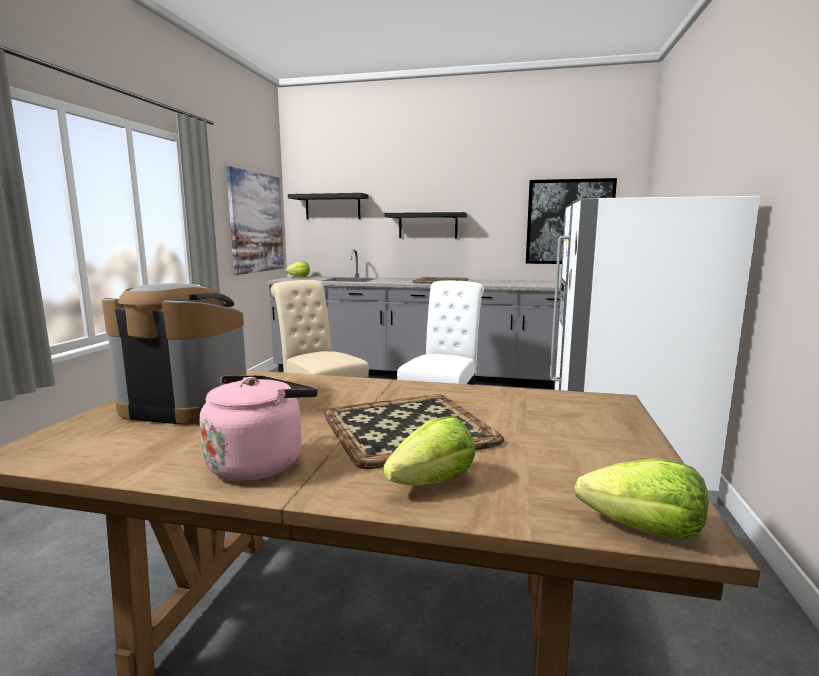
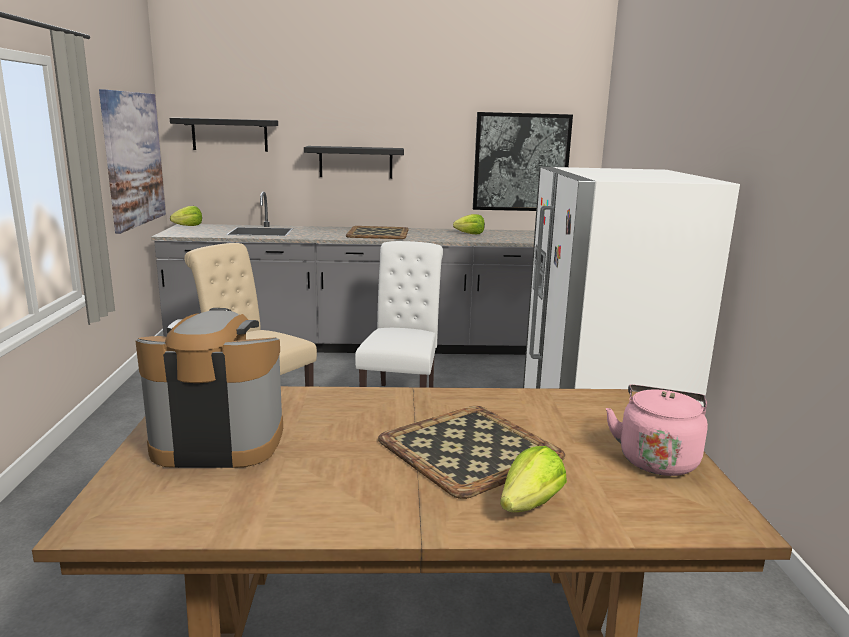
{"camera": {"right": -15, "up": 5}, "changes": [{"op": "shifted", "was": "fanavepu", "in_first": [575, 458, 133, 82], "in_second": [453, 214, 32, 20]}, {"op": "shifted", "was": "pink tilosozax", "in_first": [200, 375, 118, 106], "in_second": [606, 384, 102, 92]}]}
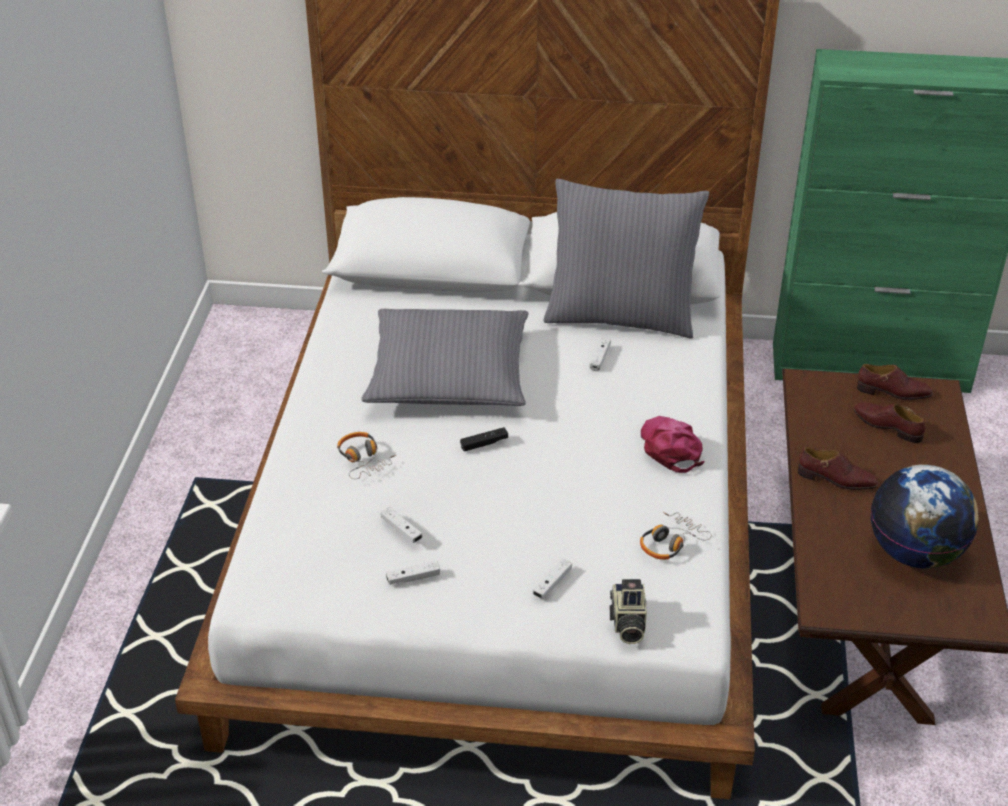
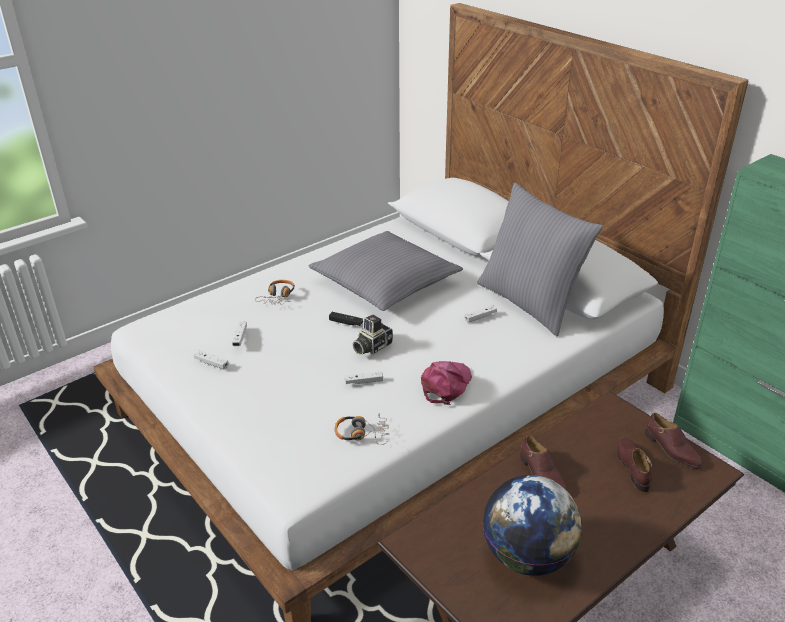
{"camera": {"right": 45, "up": -5}, "changes": [{"op": "shifted", "was": "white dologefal", "in_first": [533, 559, 39, 40], "in_second": [344, 371, 39, 13]}, {"op": "shifted", "was": "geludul", "in_first": [610, 579, 37, 65], "in_second": [352, 315, 41, 40]}]}
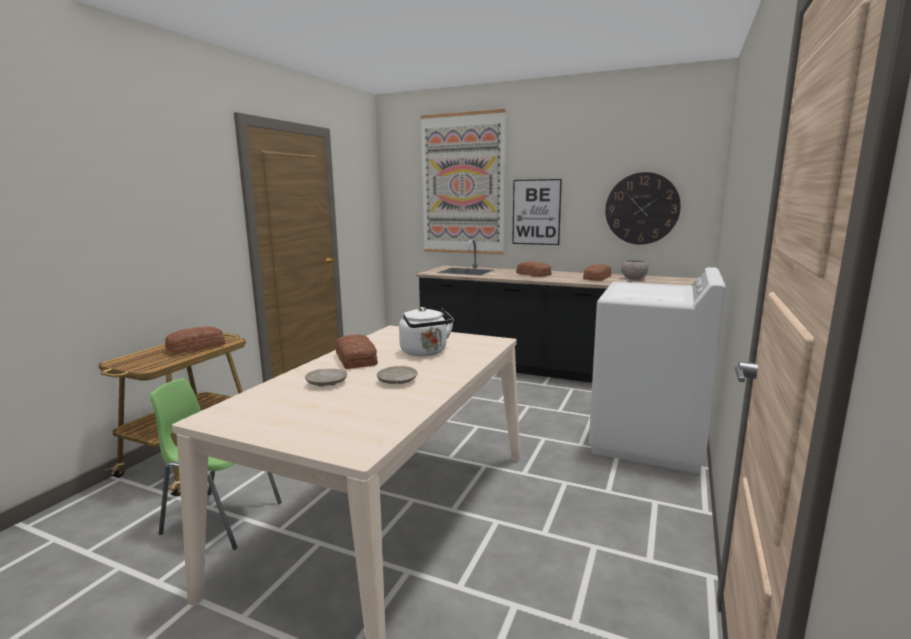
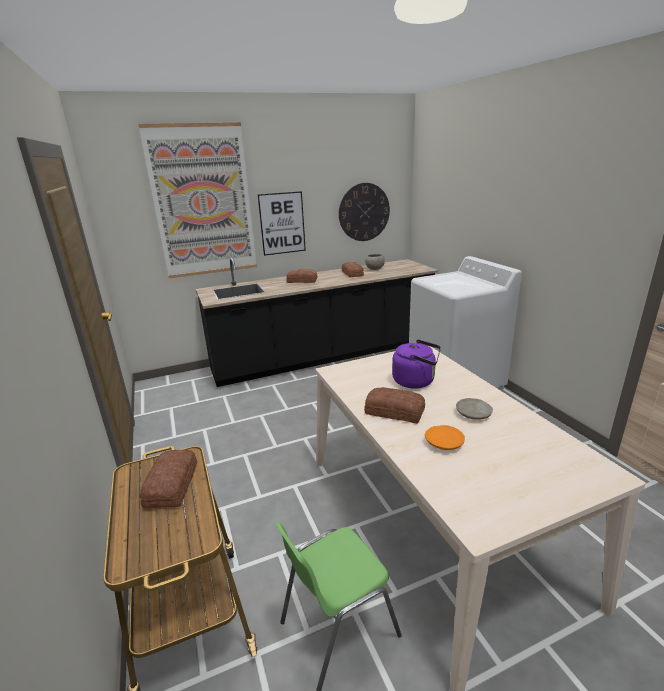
{"camera": {"right": -45, "up": 10}, "changes": [{"op": "repainted", "was": "white tilosozax", "now": "purple tilosozax", "in_first": [399, 307, 55, 49], "in_second": [392, 339, 49, 50]}, {"op": "repainted", "was": "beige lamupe", "now": "orange lamupe", "in_first": [305, 369, 42, 18], "in_second": [425, 425, 40, 25]}]}
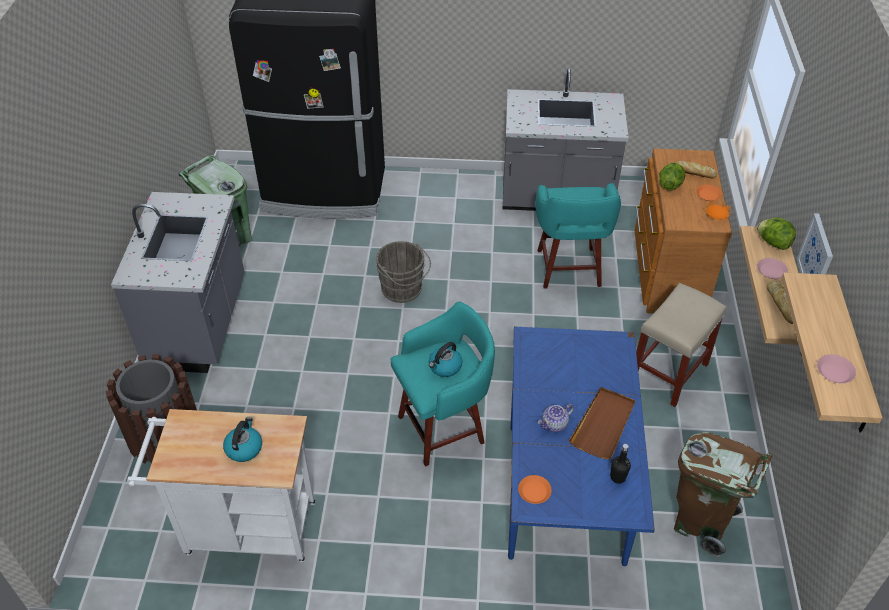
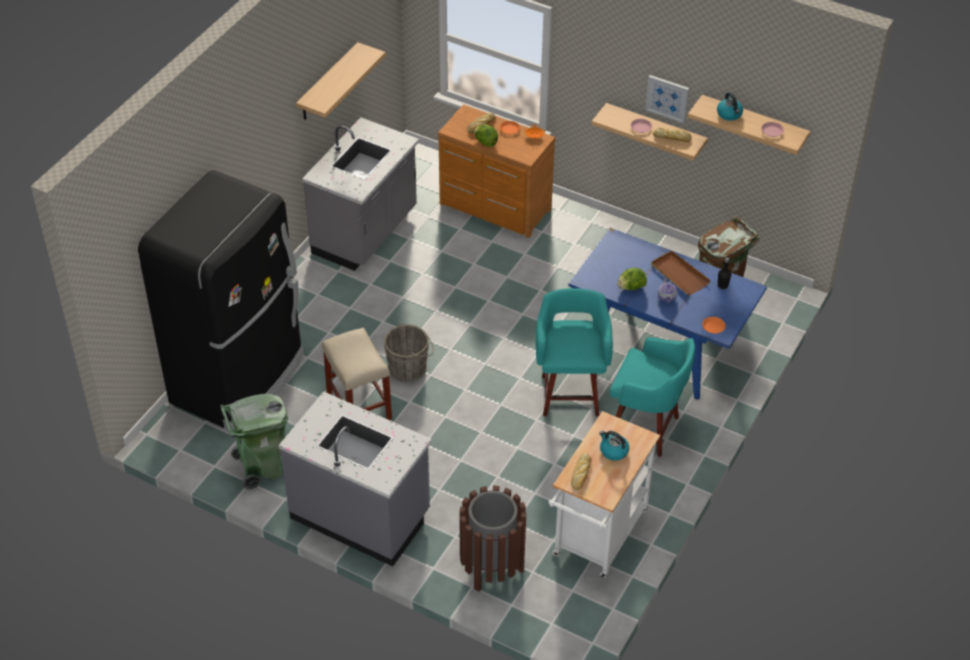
{"camera": {"right": -65, "up": 0}, "changes": [{"op": "new", "now": "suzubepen", "in_second": [296, 42, 90, 78]}, {"op": "shifted", "was": "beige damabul", "in_first": [636, 283, 91, 124], "in_second": [322, 328, 70, 92]}, {"op": "new", "now": "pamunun", "in_second": [571, 453, 21, 37]}, {"op": "shifted", "was": "turquoise damabul", "in_first": [535, 183, 86, 106], "in_second": [610, 337, 85, 120]}, {"op": "shifted", "was": "fanavepu", "in_first": [757, 217, 39, 33], "in_second": [617, 268, 30, 22]}, {"op": "shifted", "was": "tilosozax", "in_first": [429, 342, 33, 35], "in_second": [717, 92, 26, 29]}]}
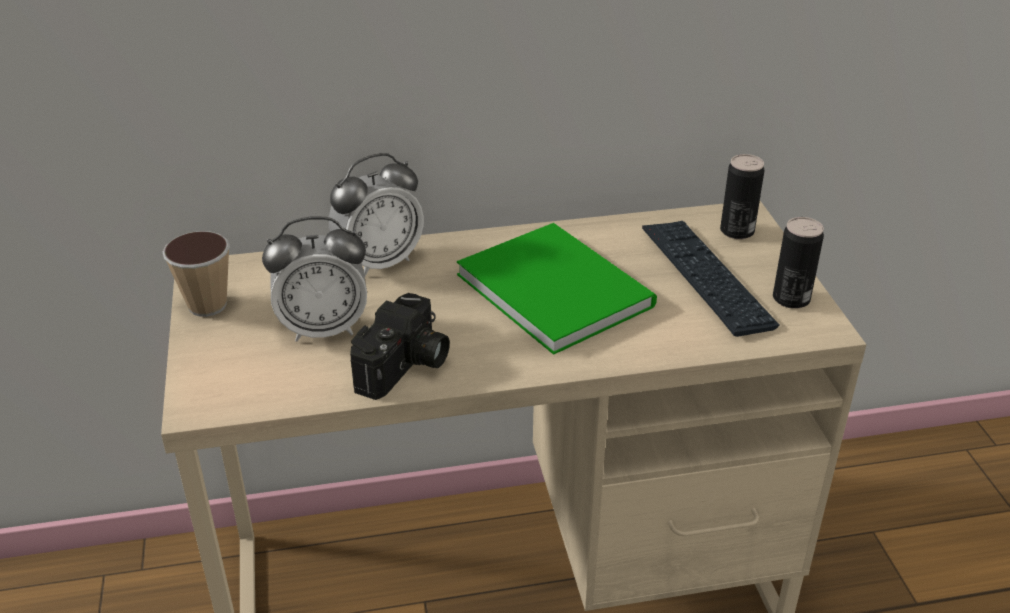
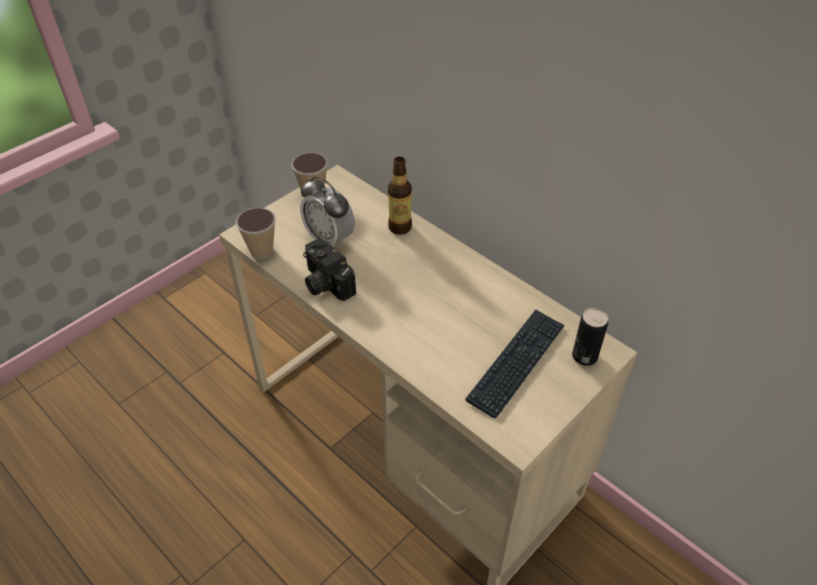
{"camera": {"right": 55, "up": 10}, "changes": [{"op": "new", "now": "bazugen", "in_second": [236, 208, 40, 51]}, {"op": "rotated", "was": "geludul", "in_first": [350, 293, 100, 107], "in_second": [303, 239, 53, 62], "clockwise": 60}, {"op": "swapped", "was": "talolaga", "now": "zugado", "in_first": [329, 153, 95, 123], "in_second": [388, 156, 24, 79]}, {"op": "gone", "was": "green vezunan", "in_first": [457, 223, 200, 132]}, {"op": "gone", "was": "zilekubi", "in_first": [773, 217, 51, 92]}]}
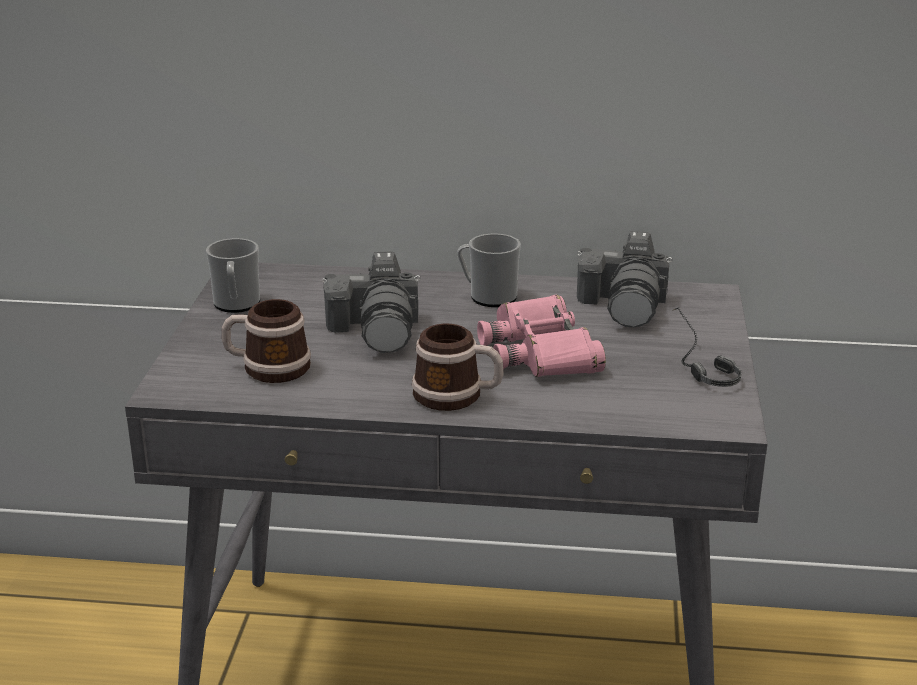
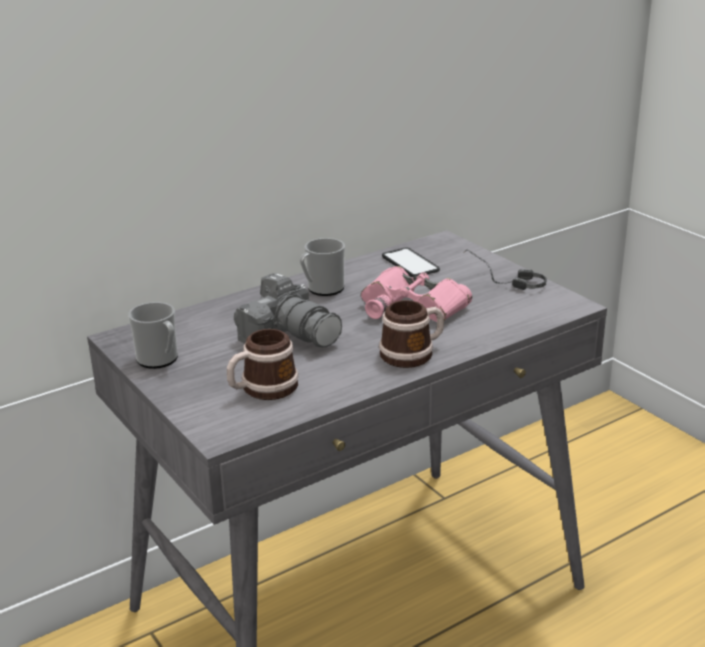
{"camera": {"right": -40, "up": 0}, "changes": [{"op": "swapped", "was": "geludul", "now": "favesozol", "in_first": [577, 231, 95, 96], "in_second": [382, 247, 58, 30]}]}
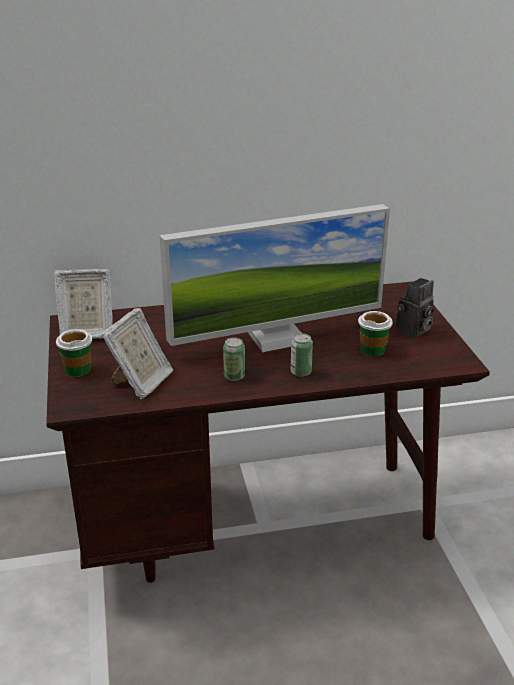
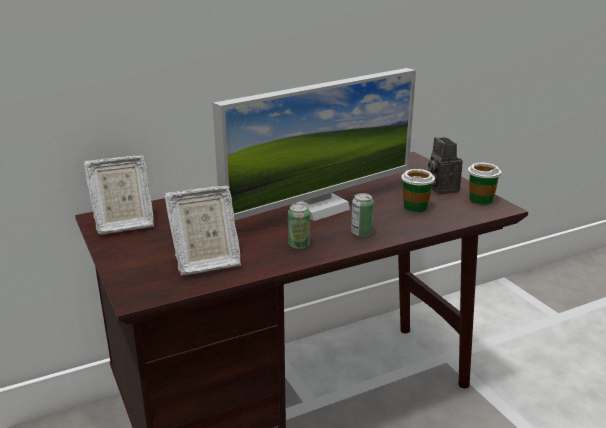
{"camera": {"right": -15, "up": -5}, "changes": [{"op": "rotated", "was": "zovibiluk", "in_first": [101, 308, 72, 91], "in_second": [164, 186, 77, 90], "clockwise": 60}, {"op": "rotated", "was": "geludul", "in_first": [396, 278, 38, 60], "in_second": [428, 137, 35, 58], "clockwise": 135}, {"op": "shifted", "was": "bazugen", "in_first": [56, 329, 36, 48], "in_second": [468, 163, 33, 42]}]}
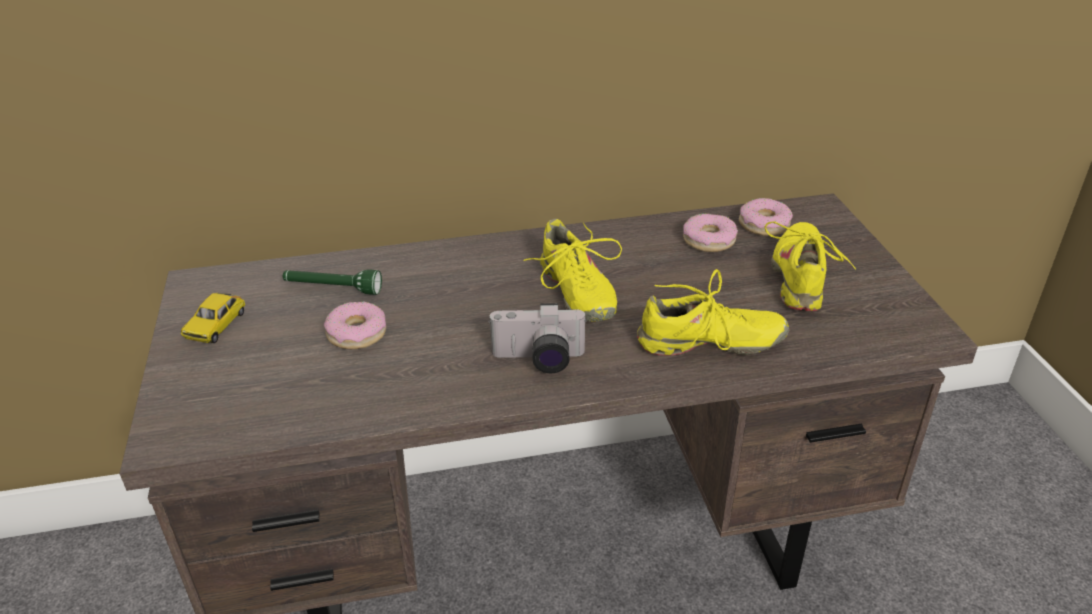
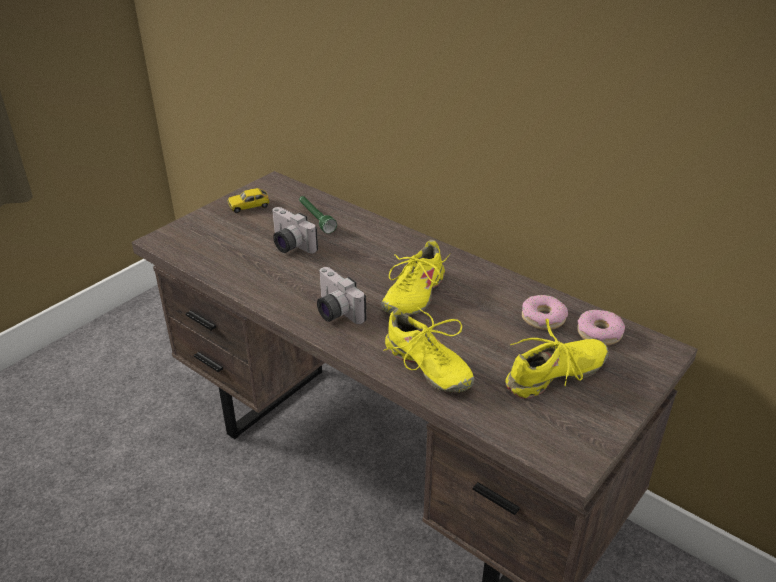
{"camera": {"right": 50, "up": 0}, "changes": [{"op": "swapped", "was": "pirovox", "now": "geludul", "in_first": [324, 302, 62, 47], "in_second": [272, 207, 46, 46]}]}
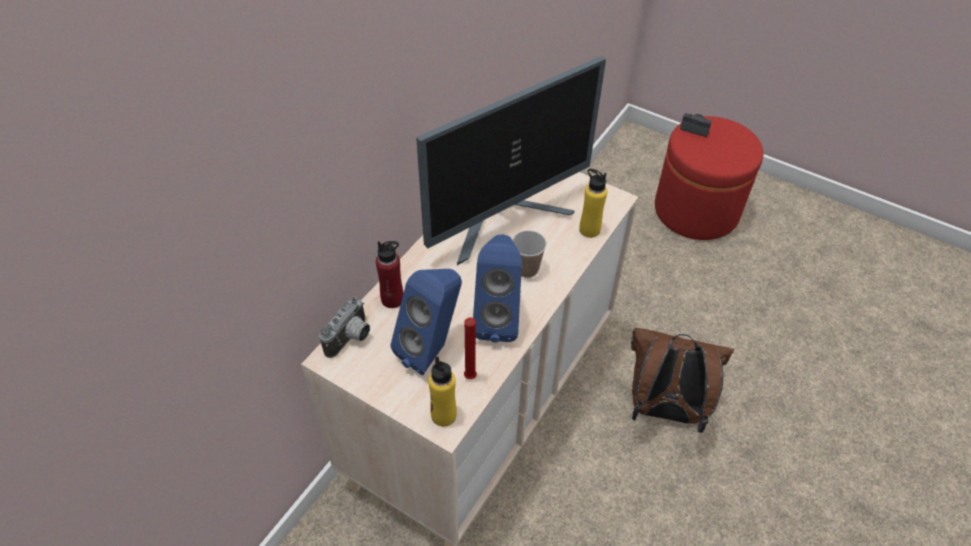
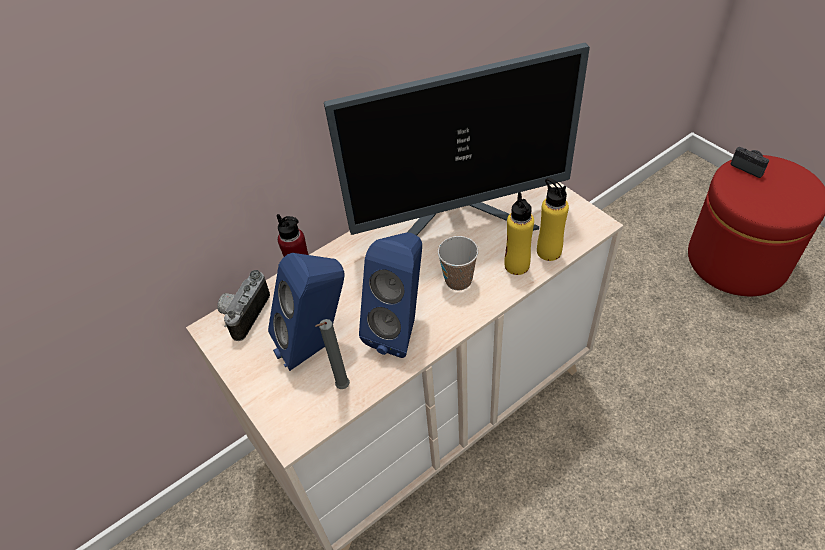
{"camera": {"right": 25, "up": 0}, "changes": [{"op": "rotated", "was": "geludul", "in_first": [319, 298, 51, 60], "in_second": [217, 270, 53, 71], "clockwise": 150}, {"op": "repainted", "was": "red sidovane", "now": "grey sidovane", "in_first": [464, 318, 13, 61], "in_second": [315, 319, 35, 70]}, {"op": "shifted", "was": "yellow zugado", "in_first": [428, 356, 29, 71], "in_second": [504, 192, 30, 83]}, {"op": "gone", "was": "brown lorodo", "in_first": [631, 328, 103, 105]}]}
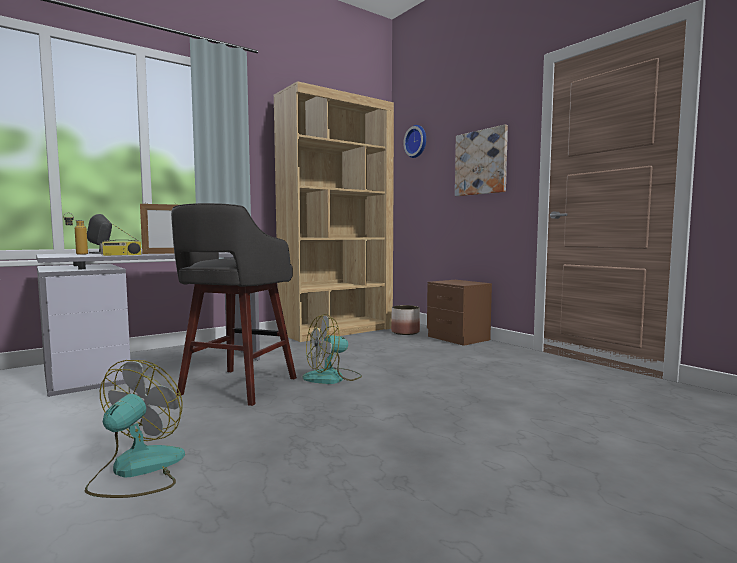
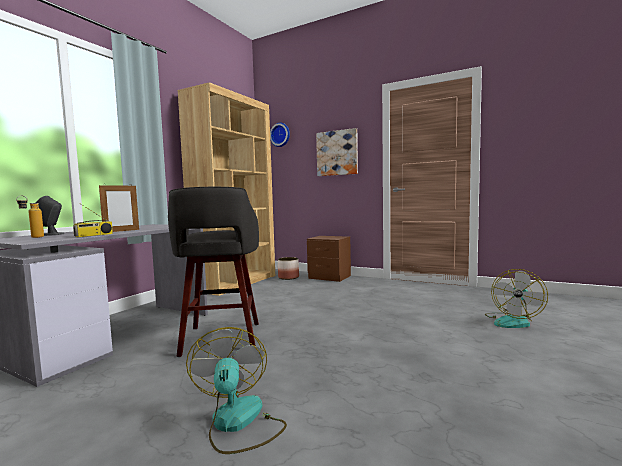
{"camera": {"right": -25, "up": 0}, "changes": [{"op": "shifted", "was": "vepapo", "in_first": [303, 314, 59, 70], "in_second": [485, 269, 63, 59]}]}
